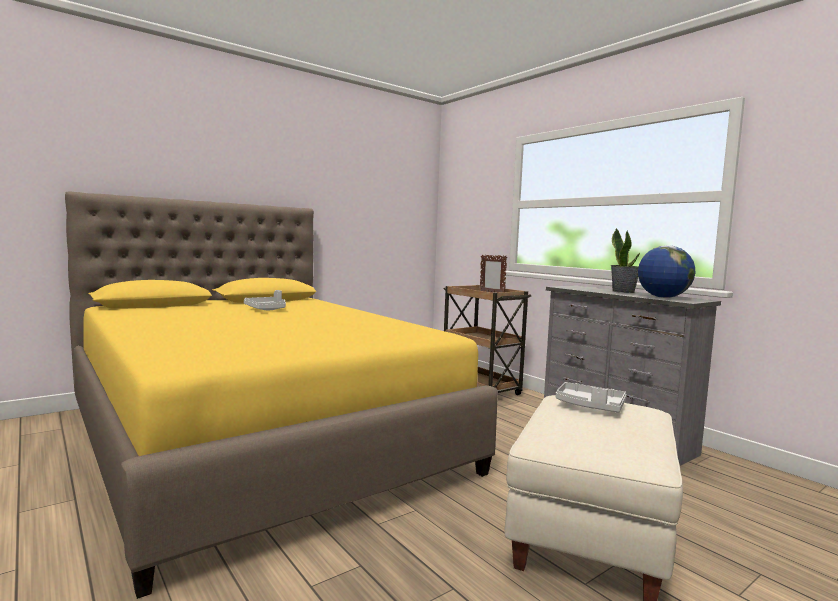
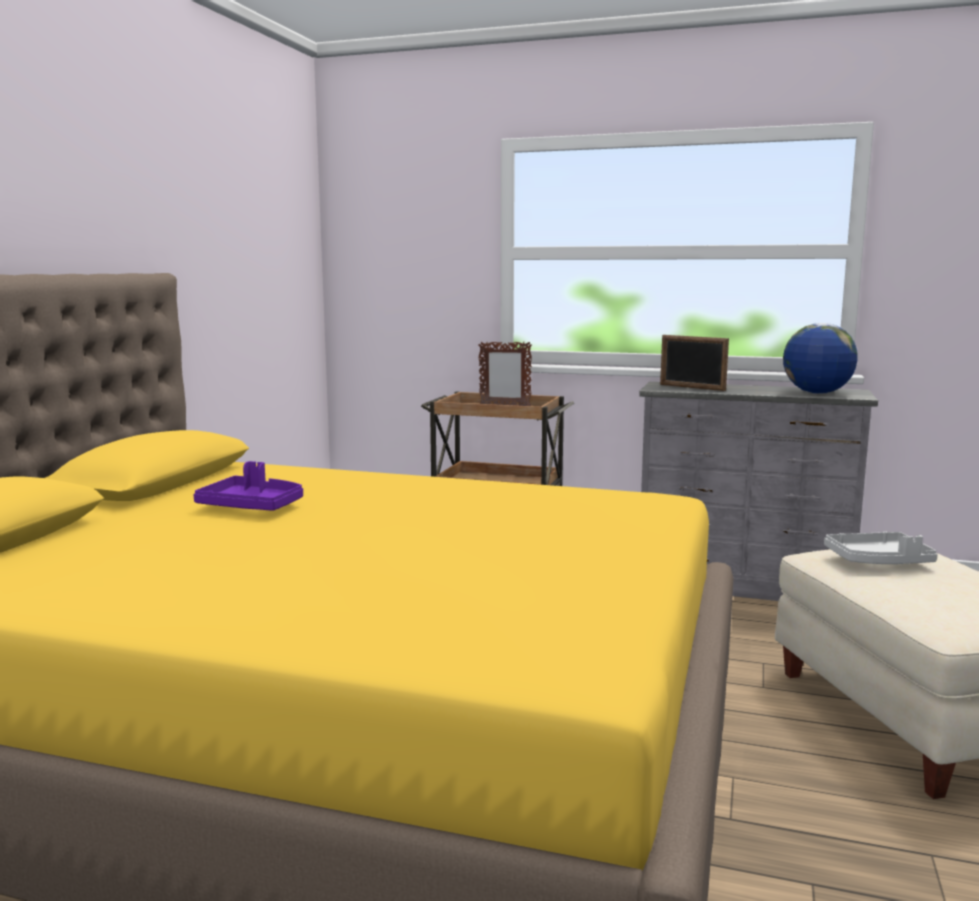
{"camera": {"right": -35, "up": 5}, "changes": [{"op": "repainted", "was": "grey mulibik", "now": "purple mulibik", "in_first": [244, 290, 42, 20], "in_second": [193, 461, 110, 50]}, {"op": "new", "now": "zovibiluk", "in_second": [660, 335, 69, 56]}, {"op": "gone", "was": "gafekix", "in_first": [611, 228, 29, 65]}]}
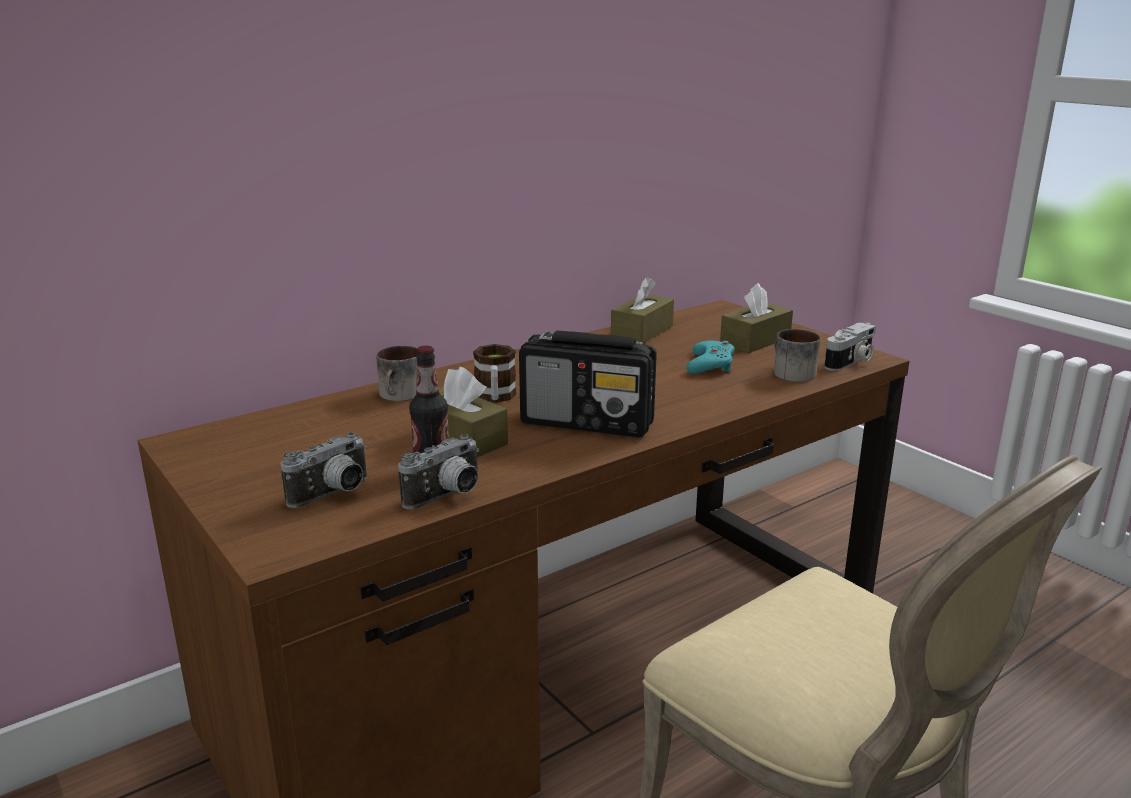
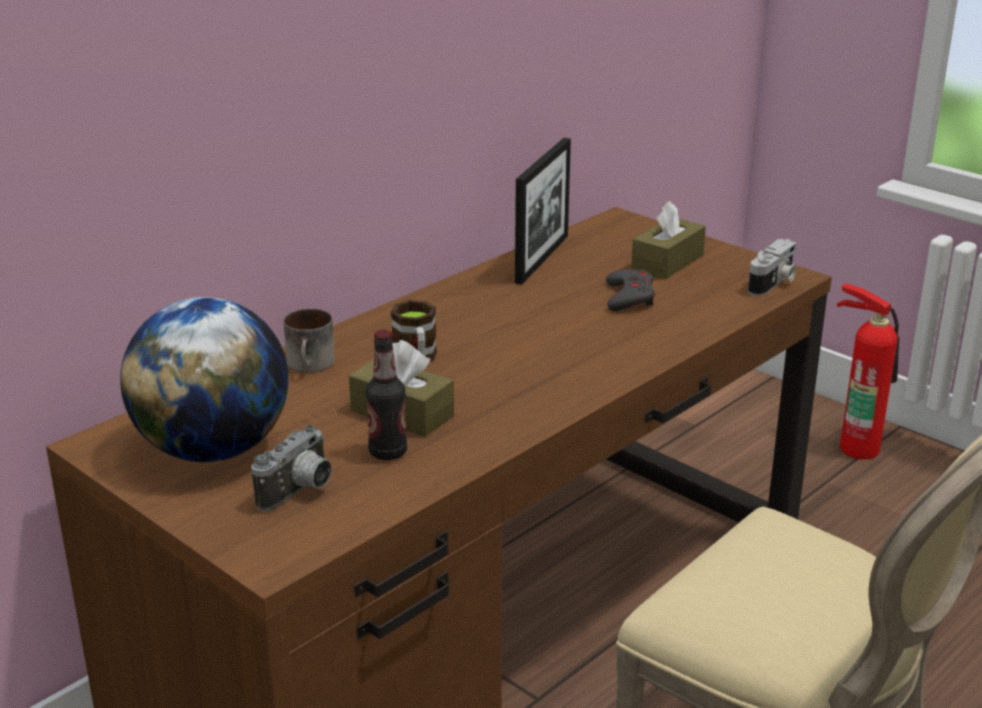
{"camera": {"right": -10, "up": 5}, "changes": [{"op": "new", "now": "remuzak", "in_second": [120, 297, 169, 165]}, {"op": "swapped", "was": "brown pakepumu", "now": "zovibiluk", "in_first": [611, 277, 63, 66], "in_second": [515, 138, 56, 146]}, {"op": "repainted", "was": "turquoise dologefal", "now": "grey dologefal", "in_first": [686, 340, 49, 34], "in_second": [606, 269, 49, 42]}, {"op": "new", "now": "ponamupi", "in_second": [837, 283, 63, 176]}, {"op": "gone", "was": "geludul", "in_first": [398, 434, 81, 76]}, {"op": "gone", "was": "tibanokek", "in_first": [519, 330, 138, 107]}, {"op": "gone", "was": "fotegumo", "in_first": [774, 329, 46, 53]}]}
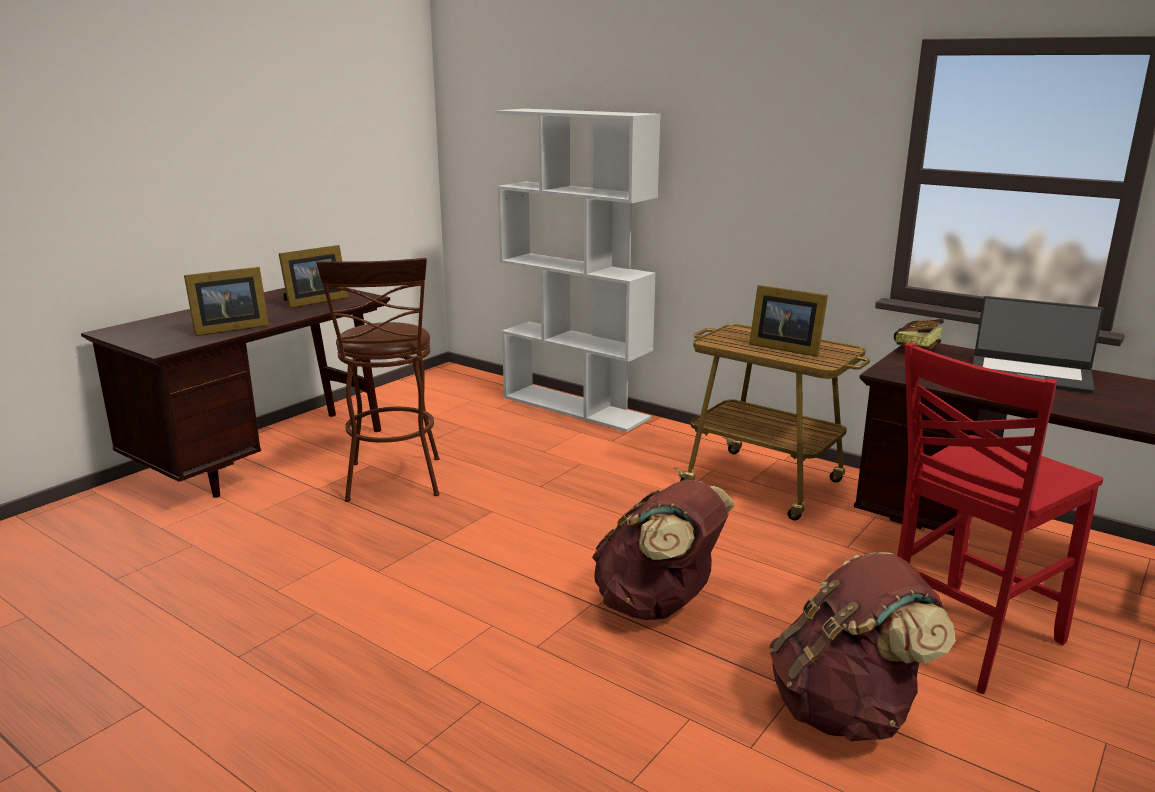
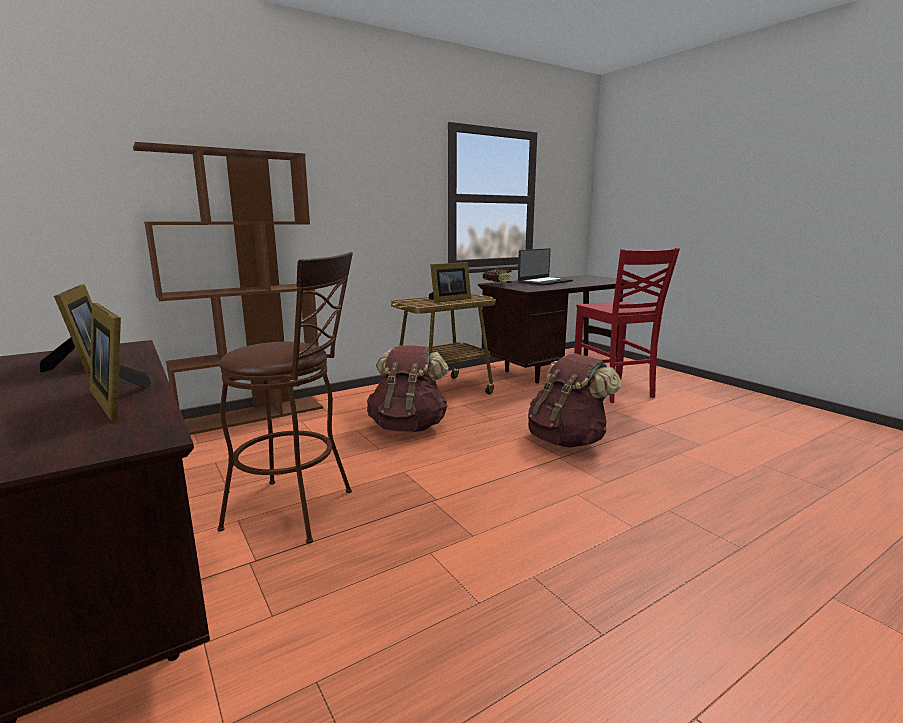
{"camera": {"right": -70, "up": -5}, "changes": [{"op": "rotated", "was": "zovibiluk", "in_first": [184, 267, 85, 69], "in_second": [90, 303, 61, 118], "clockwise": 150}, {"op": "repainted", "was": "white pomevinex", "now": "brown pomevinex", "in_first": [495, 109, 166, 323], "in_second": [133, 142, 190, 293]}, {"op": "shifted", "was": "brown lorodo", "in_first": [769, 552, 187, 189], "in_second": [367, 345, 82, 87]}]}
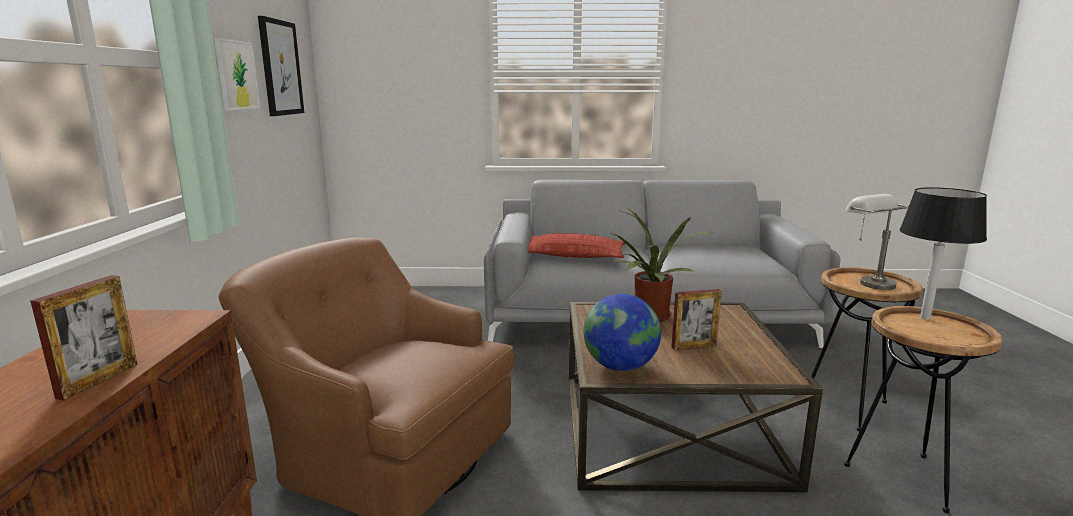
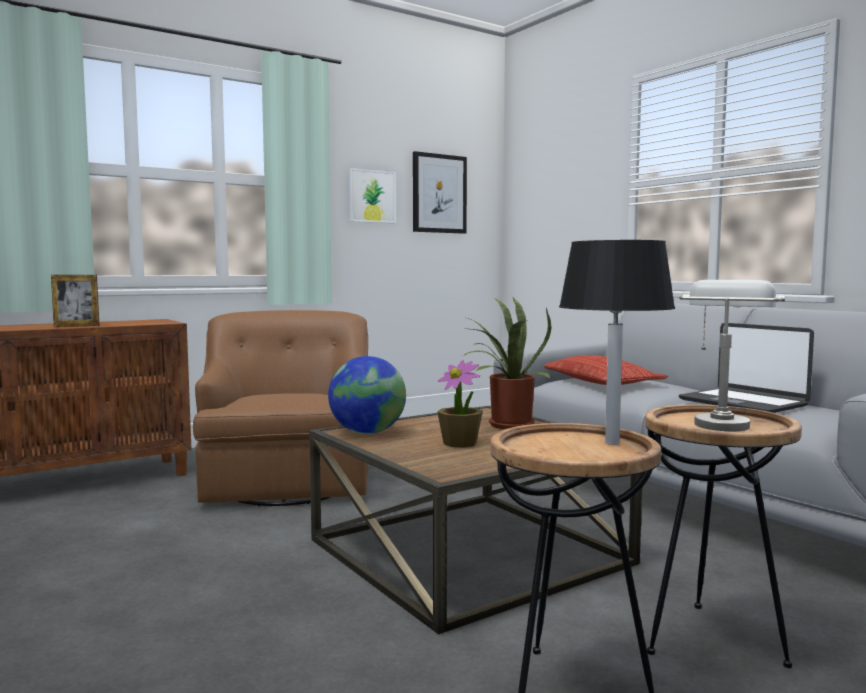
{"camera": {"right": 55, "up": -10}, "changes": [{"op": "swapped", "was": "zovibiluk", "now": "gafekix", "in_first": [672, 289, 50, 61], "in_second": [437, 360, 46, 88]}, {"op": "new", "now": "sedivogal", "in_second": [679, 323, 135, 90]}]}
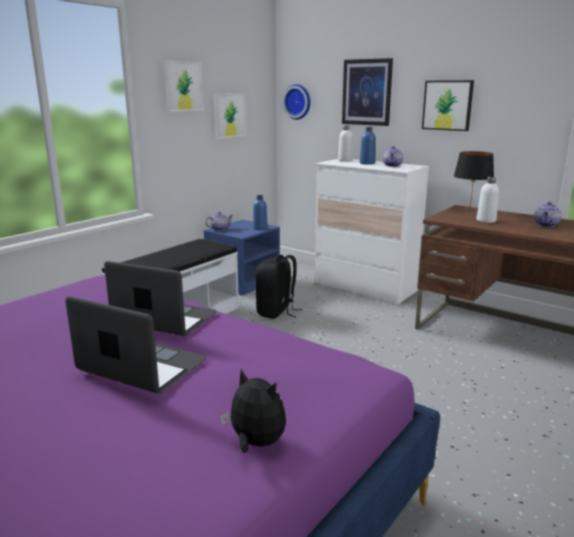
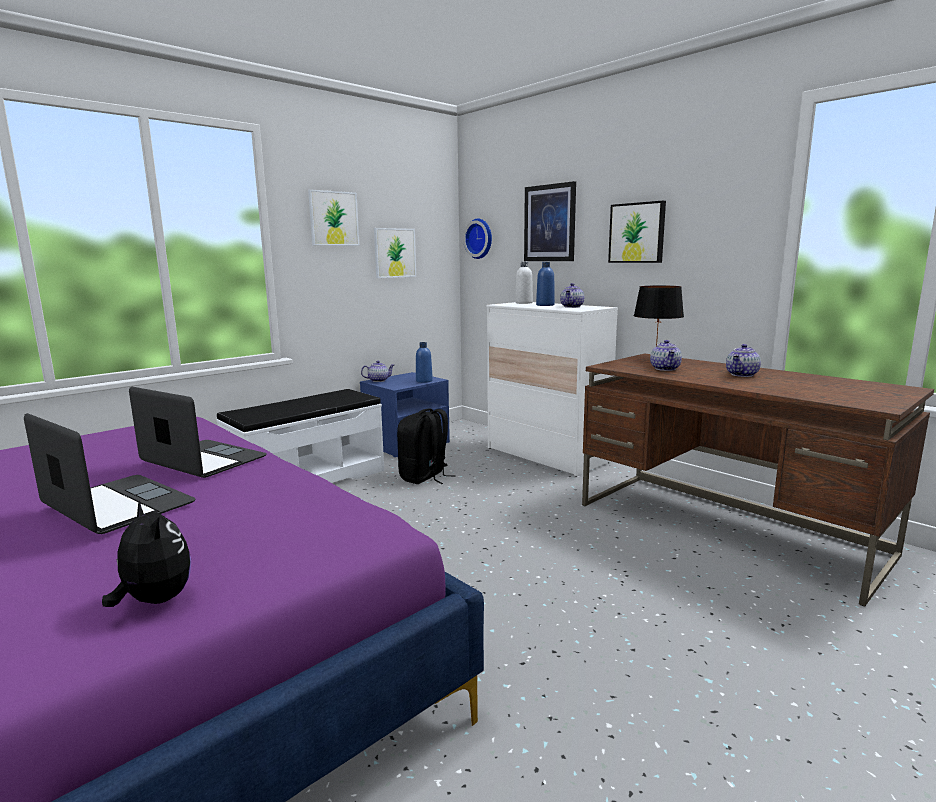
{"camera": {"right": 10, "up": -5}, "changes": [{"op": "swapped", "was": "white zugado", "now": "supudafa", "in_first": [477, 177, 22, 46], "in_second": [650, 340, 32, 31]}]}
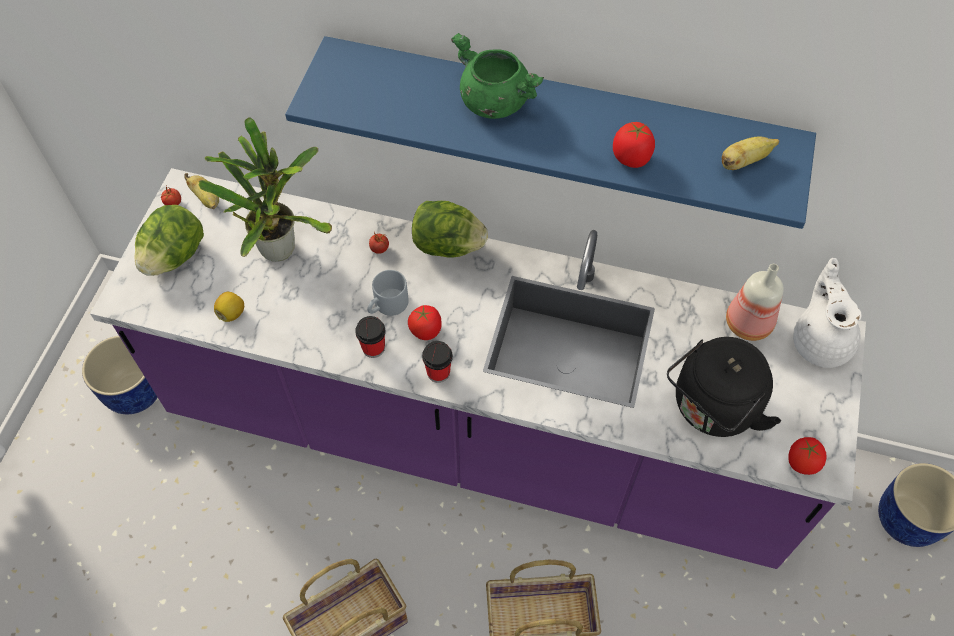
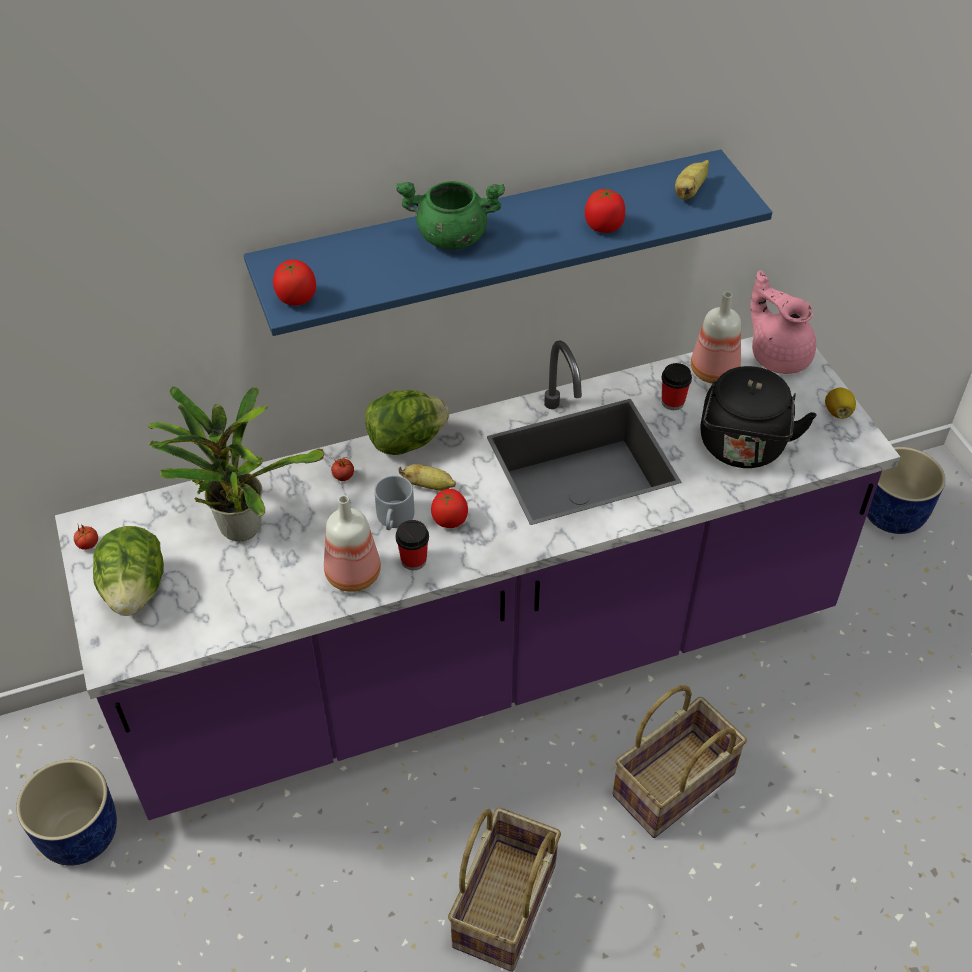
{"camera": {"right": -35, "up": -10}, "changes": [{"op": "shifted", "was": "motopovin", "in_first": [788, 437, 38, 38], "in_second": [273, 260, 43, 46]}, {"op": "new", "now": "zugado", "in_second": [324, 495, 57, 97]}, {"op": "shifted", "was": "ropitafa", "in_first": [184, 173, 35, 36], "in_second": [399, 464, 57, 27]}, {"op": "shifted", "was": "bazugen", "in_first": [422, 341, 31, 42], "in_second": [662, 363, 30, 47]}, {"op": "repainted", "was": "white supudafa", "now": "pink supudafa", "in_first": [793, 258, 69, 110], "in_second": [751, 270, 65, 104]}, {"op": "shifted", "was": "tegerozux", "in_first": [214, 292, 30, 30], "in_second": [825, 387, 31, 31]}]}
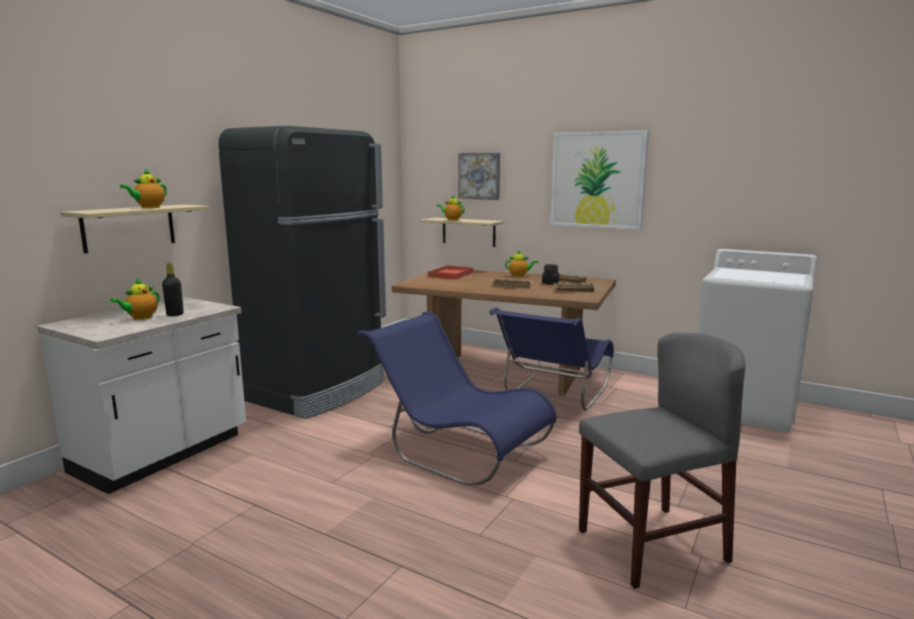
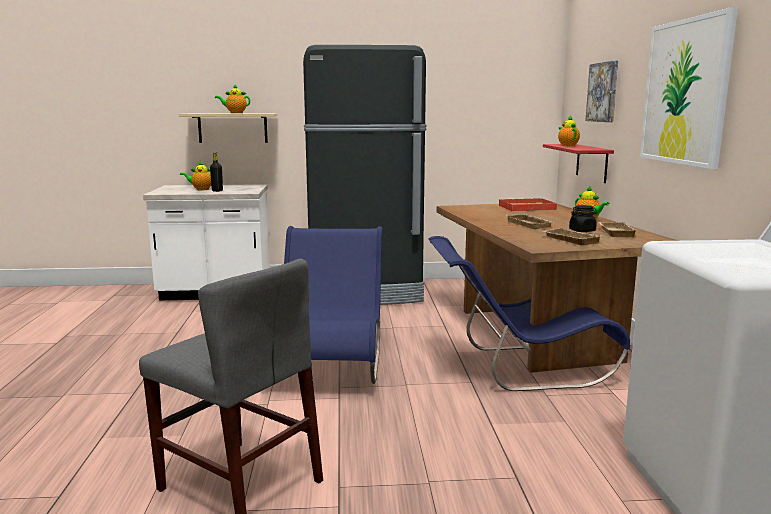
{"camera": {"right": 55, "up": 0}, "changes": [{"op": "repainted", "was": "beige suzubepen", "now": "red suzubepen", "in_first": [420, 218, 84, 29], "in_second": [543, 144, 71, 39]}]}
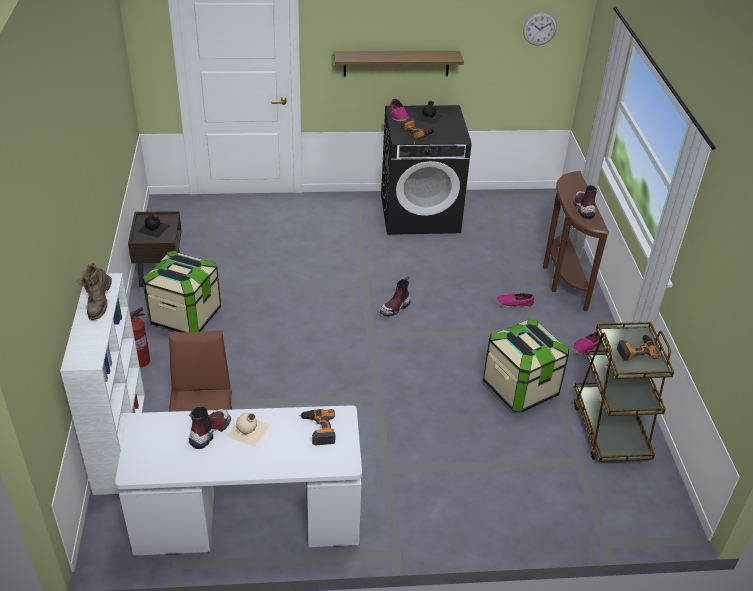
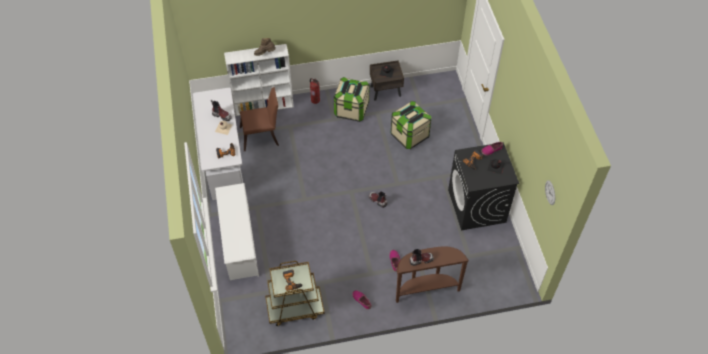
{"camera": {"right": 85, "up": 15}, "changes": [{"op": "new", "now": "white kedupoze", "in_second": [215, 183, 44, 97]}, {"op": "shifted", "was": "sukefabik", "in_first": [483, 318, 86, 95], "in_second": [391, 101, 40, 48]}, {"op": "gone", "was": "suzubepen", "in_first": [334, 51, 130, 26]}]}
